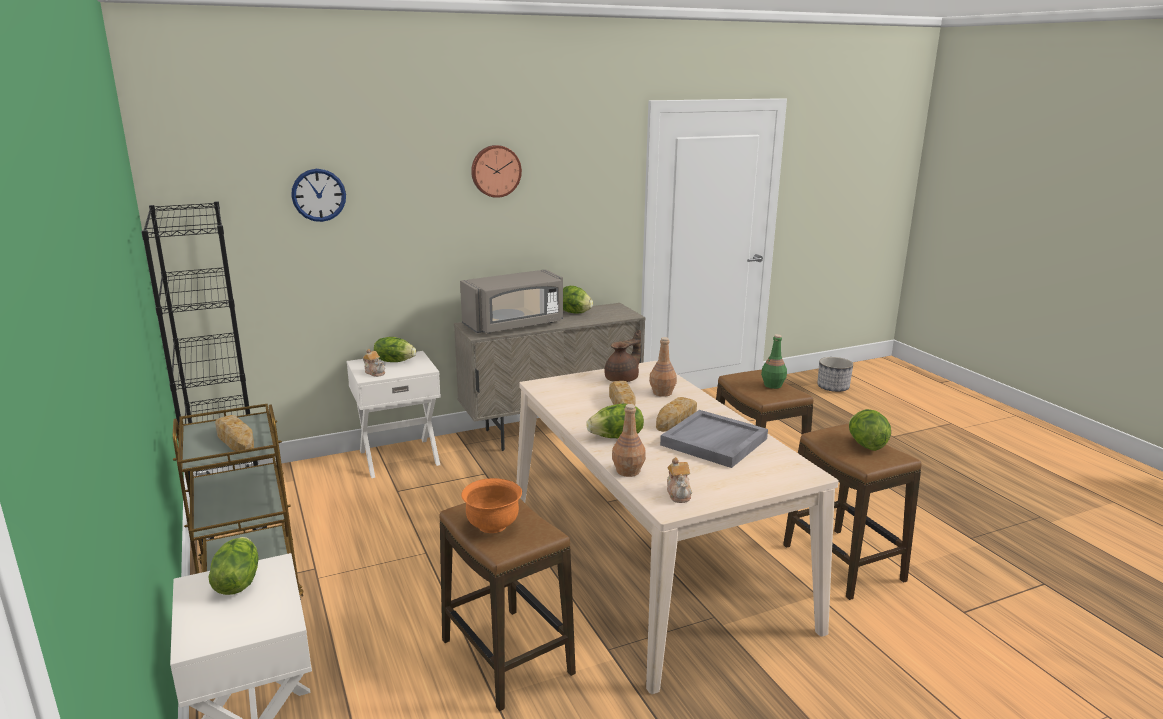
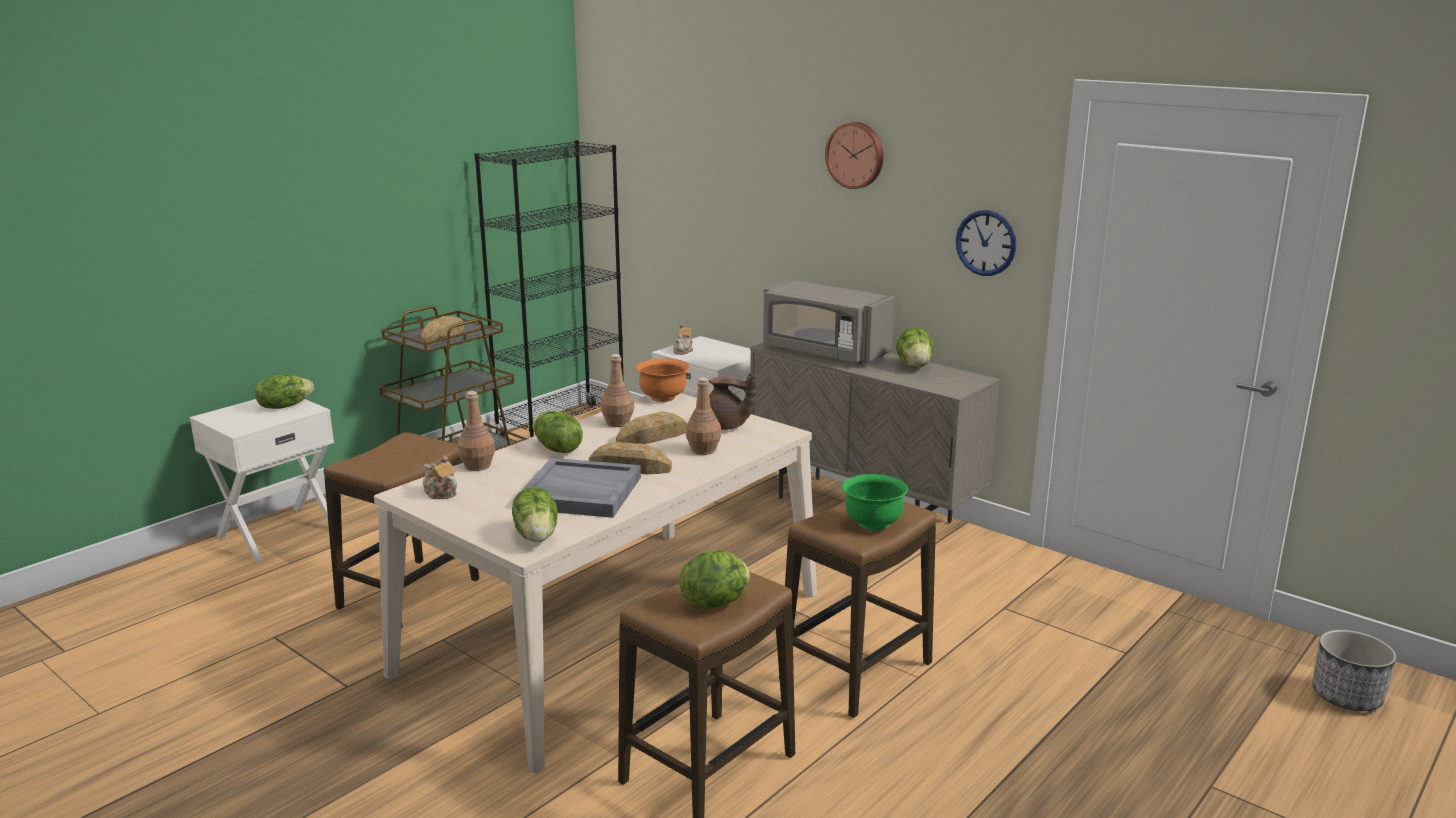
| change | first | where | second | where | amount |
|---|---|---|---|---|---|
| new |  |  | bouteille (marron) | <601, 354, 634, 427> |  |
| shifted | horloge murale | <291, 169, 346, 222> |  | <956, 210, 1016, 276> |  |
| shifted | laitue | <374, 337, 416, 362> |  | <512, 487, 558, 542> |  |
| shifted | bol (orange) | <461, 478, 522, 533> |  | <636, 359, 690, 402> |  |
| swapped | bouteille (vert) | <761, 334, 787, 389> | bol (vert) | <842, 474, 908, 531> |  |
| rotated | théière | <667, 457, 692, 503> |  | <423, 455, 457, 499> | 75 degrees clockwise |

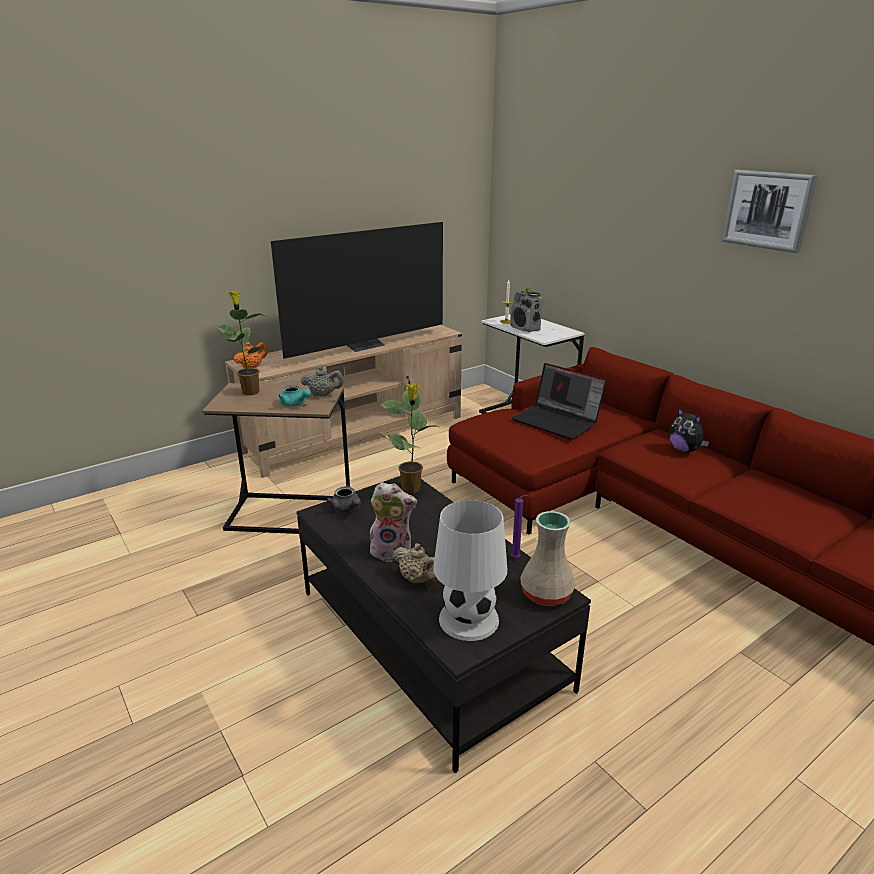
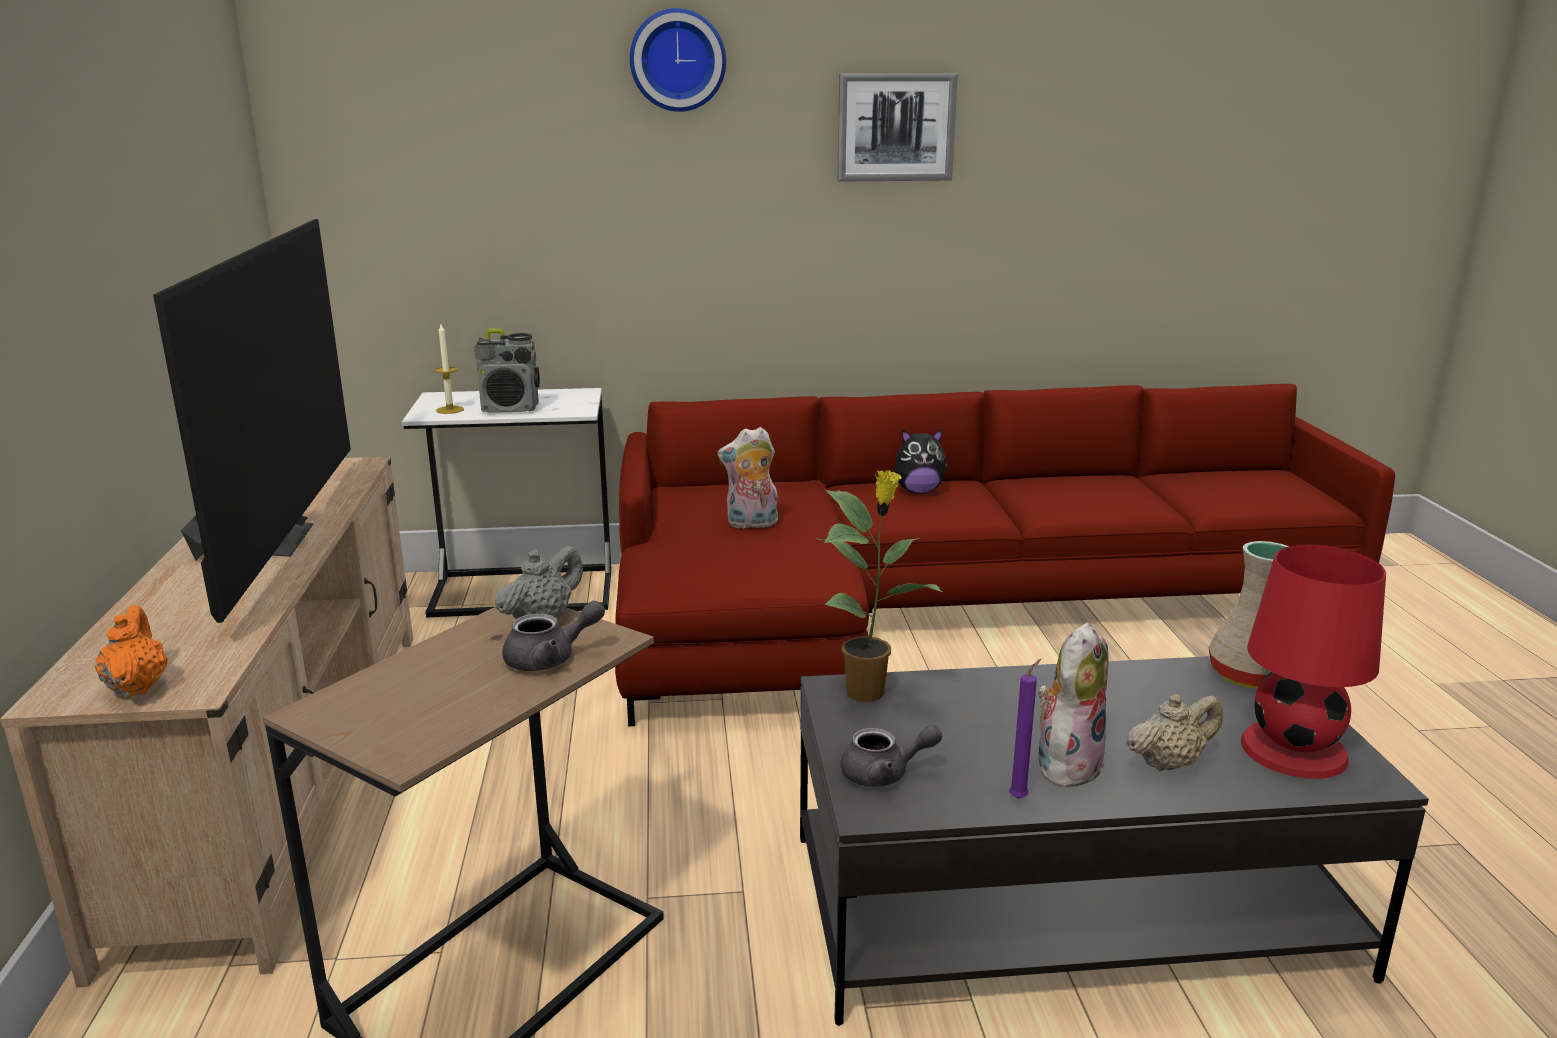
| change | first | where | second | where | amount |
|---|---|---|---|---|---|
| gone | plante en pot | <216, 290, 267, 396> |  |  |  |
| new |  |  | horloge murale | <630, 8, 726, 112> |  |
| shifted | bougie (violet) | <511, 495, 528, 558> |  | <1009, 659, 1041, 799> |  |
| swapped | ordinateur portable | <512, 363, 606, 440> | peluche | <717, 427, 778, 529> |  |
| repainted | théière (turquoise) | <278, 385, 311, 407> | théière (gris) | <502, 601, 605, 671> |  |
| repainted | lampe de table (blanc) | <433, 500, 507, 641> | lampe de table (rouge) | <1241, 545, 1386, 779> |  |

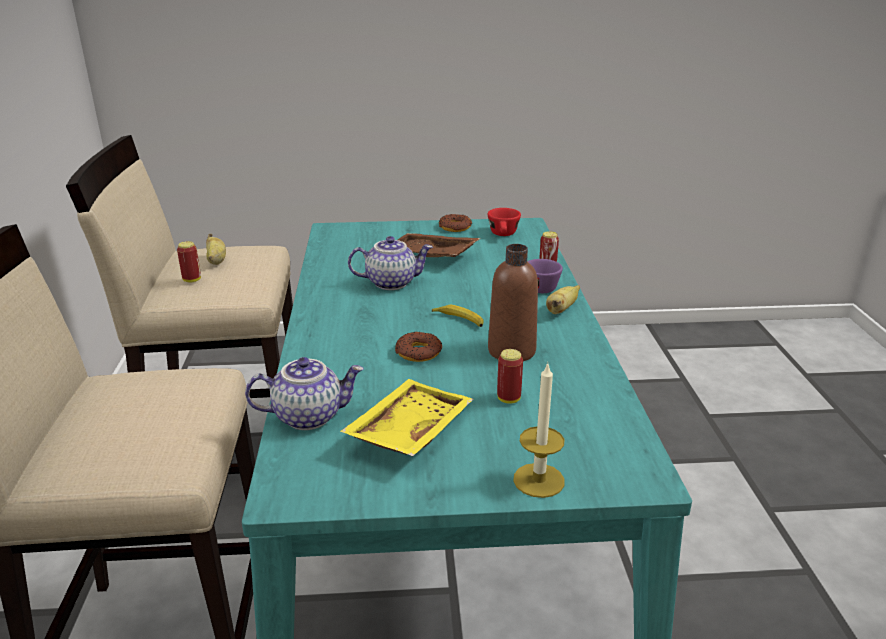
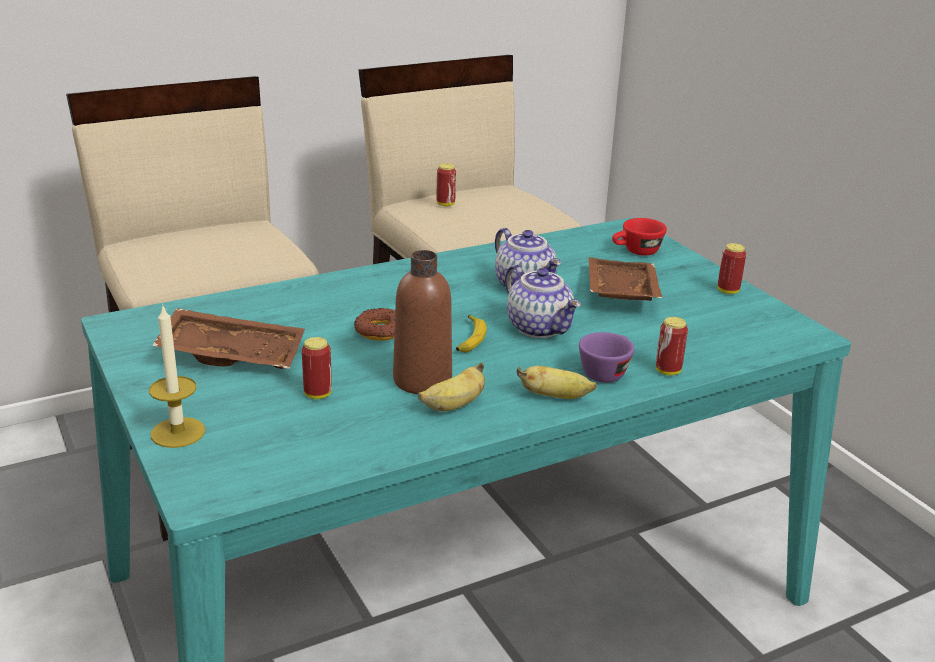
| change | first | where | second | where | amount |
|---|---|---|---|---|---|
| shifted | banane | <206, 234, 226, 265> |  | <418, 362, 485, 411> |  |
| shifted | théière | <245, 357, 364, 430> |  | <505, 264, 581, 338> |  |
| shifted | tasse (rouge) | <488, 208, 521, 236> |  | <612, 218, 667, 256> |  |
| swapped | beignet | <439, 214, 472, 232> | boîte métallique | <718, 243, 746, 294> |  |
| repainted | plateau (jaune) | <340, 379, 474, 456> | plateau (marron) | <152, 308, 305, 369> |  |

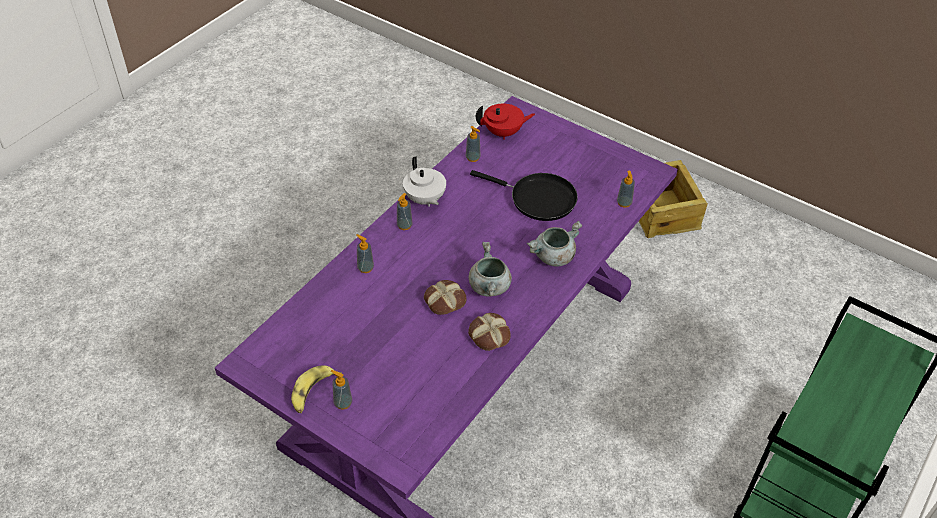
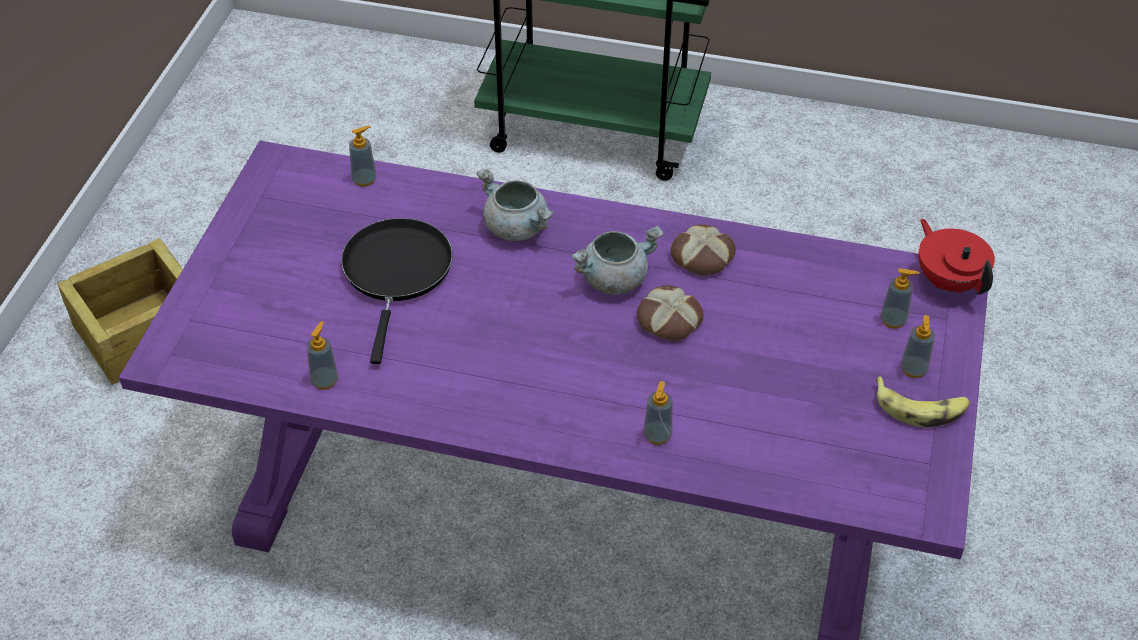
| change | first | where | second | where | amount |
|---|---|---|---|---|---|
| gone | théière (blanc) | <403, 156, 446, 207> |  |  |  |
| shifted | distributeur de savon | <397, 193, 412, 230> |  | <880, 268, 919, 329> |  |
| shifted | théière (rouge) | <476, 104, 535, 140> |  | <919, 219, 995, 294> |  |

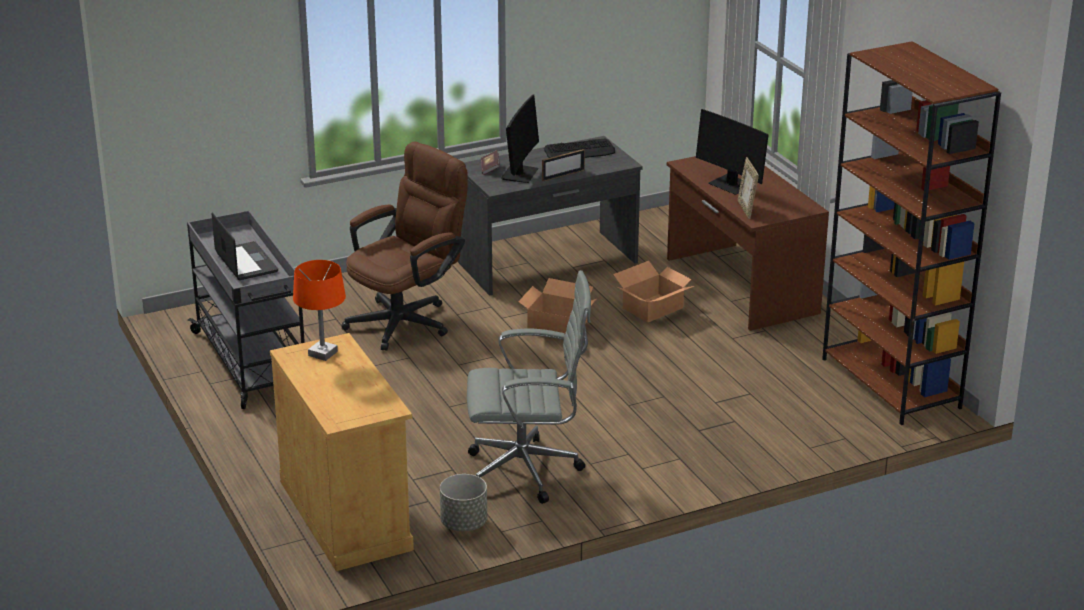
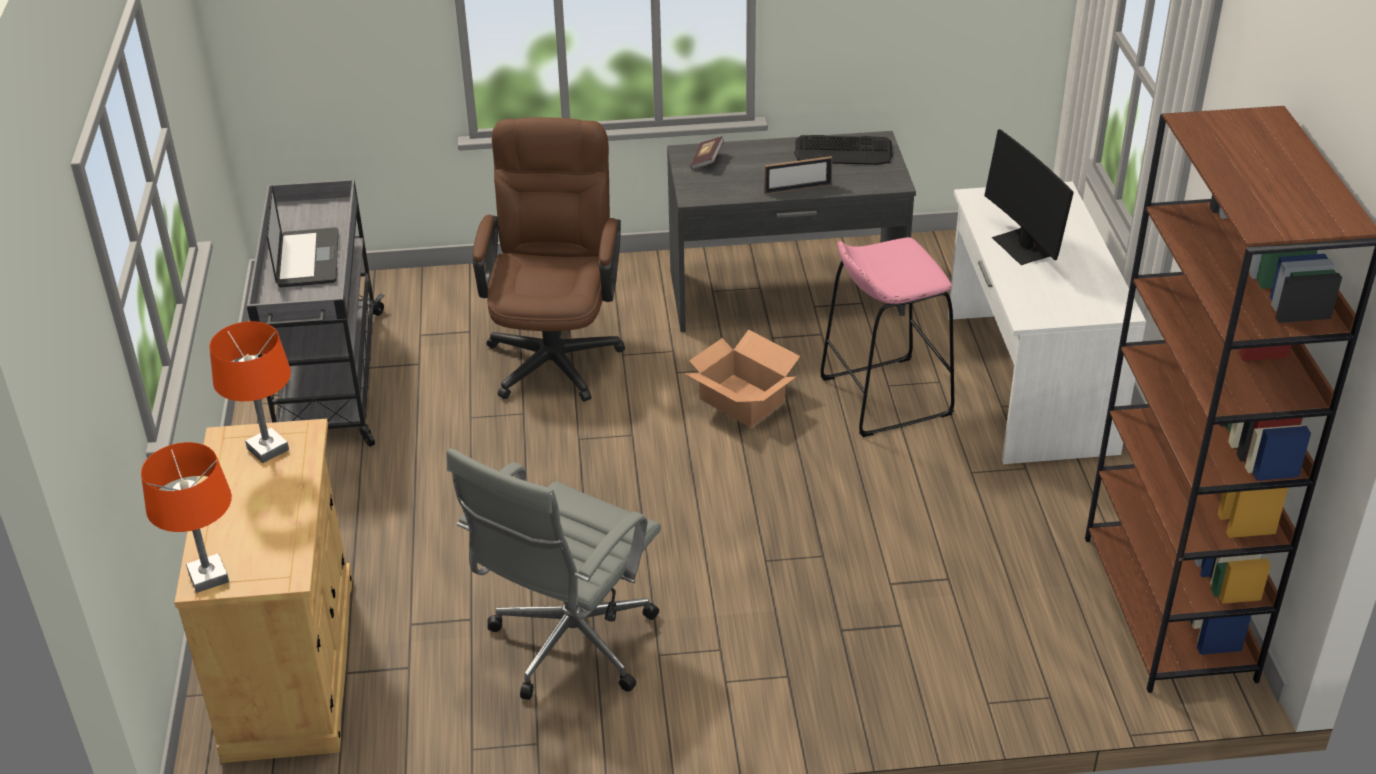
| change | first | where | second | where | amount |
|---|---|---|---|---|---|
| gone | cache-pot (gris) | <440, 474, 487, 531> |  |  |  |
| gone | écran d'ordinateur | <501, 95, 539, 183> |  |  |  |
| gone | cadre photo | <738, 157, 759, 219> |  |  |  |
| new |  |  | lampe de table (orange) | <141, 442, 232, 593> |  |
| swapped | carton | <613, 261, 694, 322> | tabouret (rose) | <821, 237, 954, 437> |  |
| repainted | bureau (marron) | <667, 156, 829, 331> | bureau (blanc) | <948, 182, 1146, 464> |  |
| rotated | chaise de bureau (marron) | <342, 142, 468, 350> |  | <473, 117, 625, 402> | 60 degrees counterclockwise |
| rotated | chaise de bureau (gris) | <467, 270, 591, 504> |  | <447, 448, 661, 700> | 105 degrees clockwise |

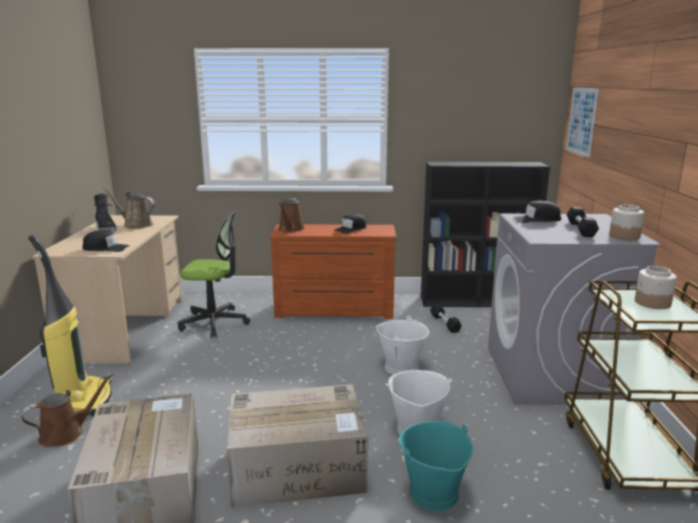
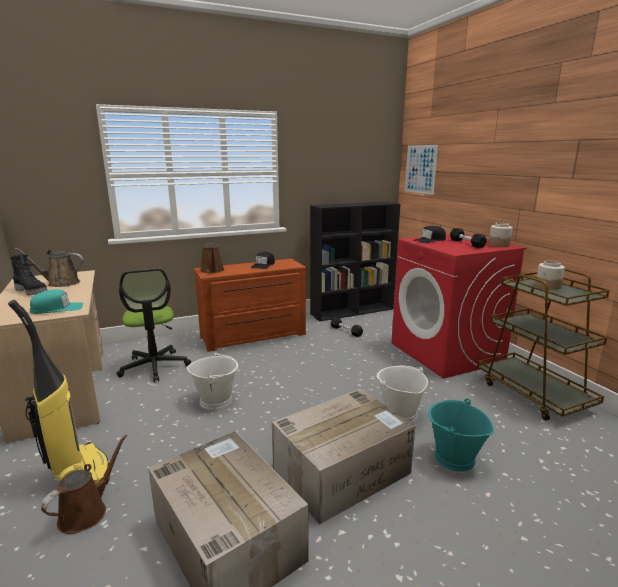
| change | first | where | second | where | amount |
|---|---|---|---|---|---|
| shifted | seau (blanc) | <376, 316, 429, 375> |  | <187, 352, 238, 410> |  |
| repainted | casquette (noir) | <83, 230, 129, 252> | casquette (turquoise) | <30, 289, 83, 314> |  |
| repainted | lave-linge (gris) | <488, 214, 662, 405> | lave-linge (rouge) | <392, 234, 527, 378> |  |
| rotated | chaise de bureau | <178, 211, 250, 338> |  | <116, 269, 191, 382> | 90 degrees clockwise |

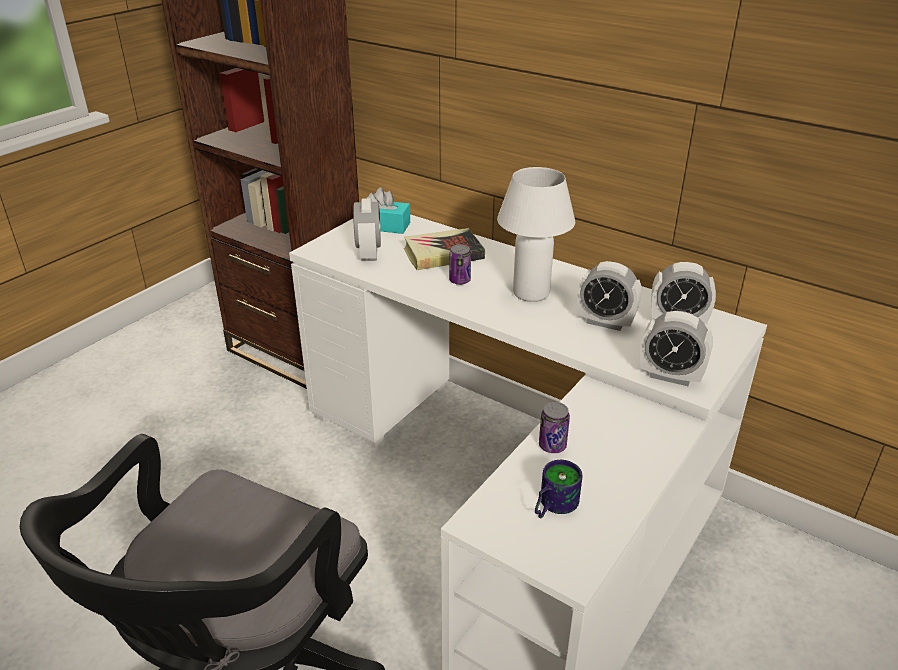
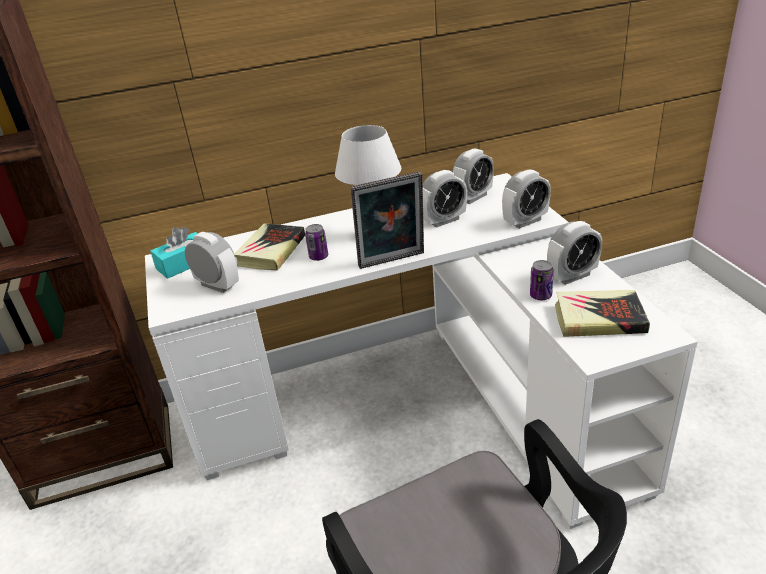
| change | first | where | second | where | amount |
|---|---|---|---|---|---|
| new |  |  | cadre photo | <350, 171, 424, 269> |  |
| new |  |  | réveil | <547, 221, 602, 285> |  |
| swapped | mug | <535, 460, 582, 518> | livre | <555, 290, 650, 337> |  |

